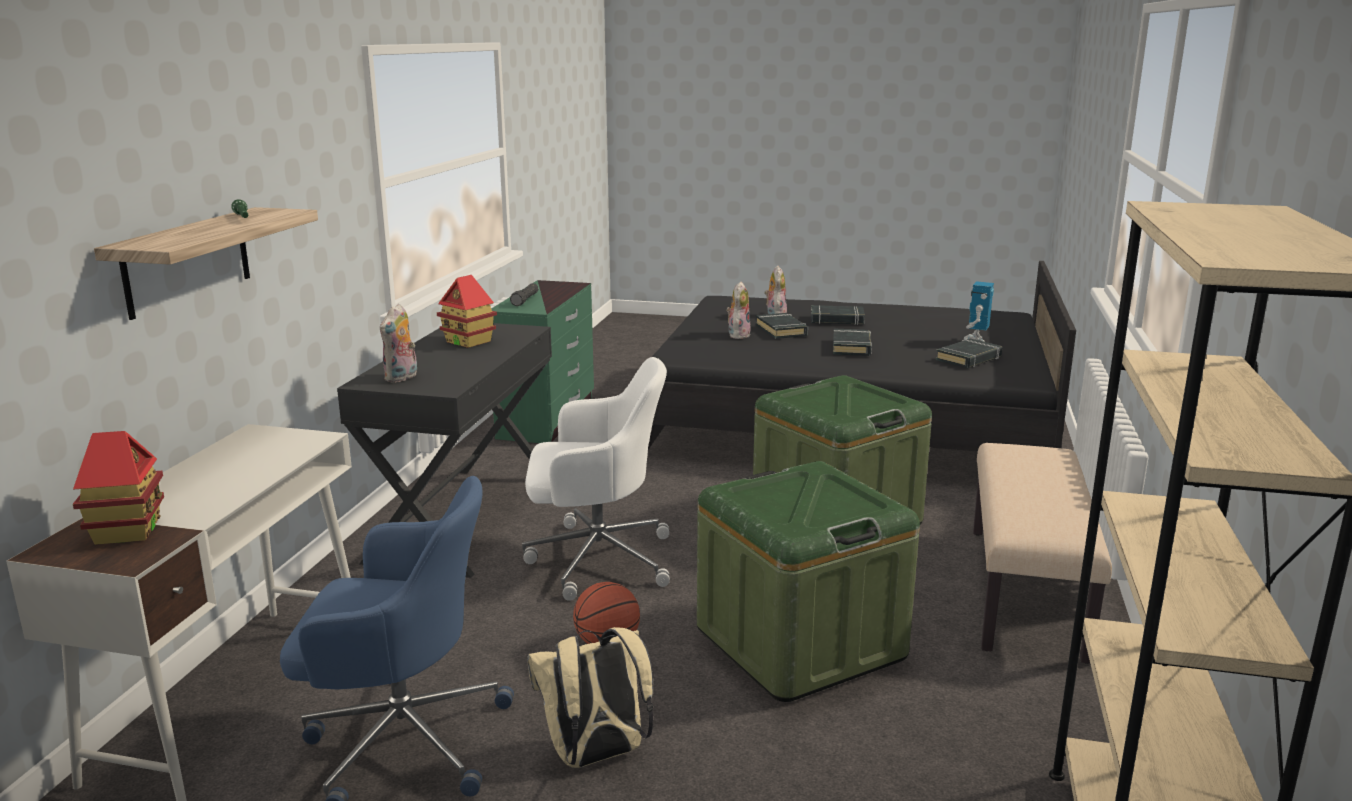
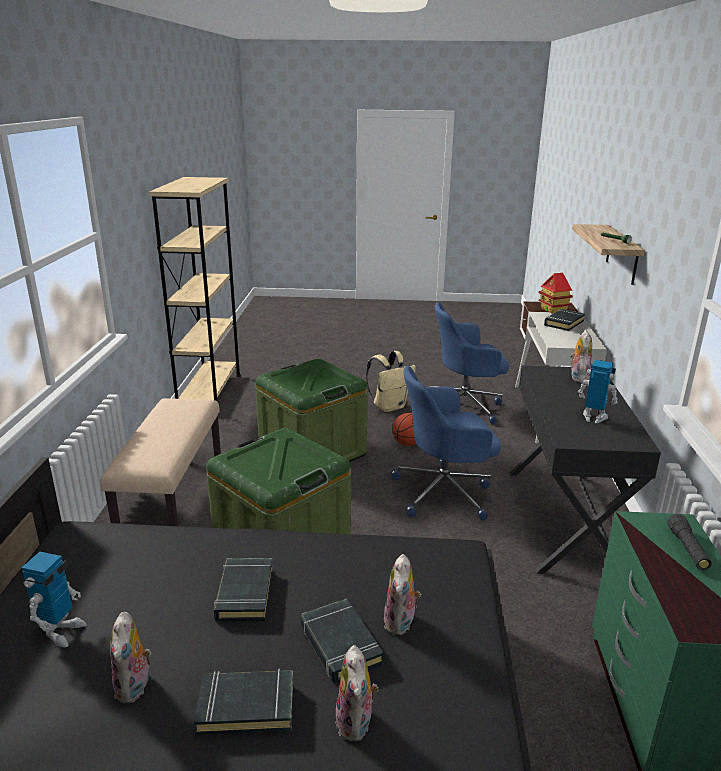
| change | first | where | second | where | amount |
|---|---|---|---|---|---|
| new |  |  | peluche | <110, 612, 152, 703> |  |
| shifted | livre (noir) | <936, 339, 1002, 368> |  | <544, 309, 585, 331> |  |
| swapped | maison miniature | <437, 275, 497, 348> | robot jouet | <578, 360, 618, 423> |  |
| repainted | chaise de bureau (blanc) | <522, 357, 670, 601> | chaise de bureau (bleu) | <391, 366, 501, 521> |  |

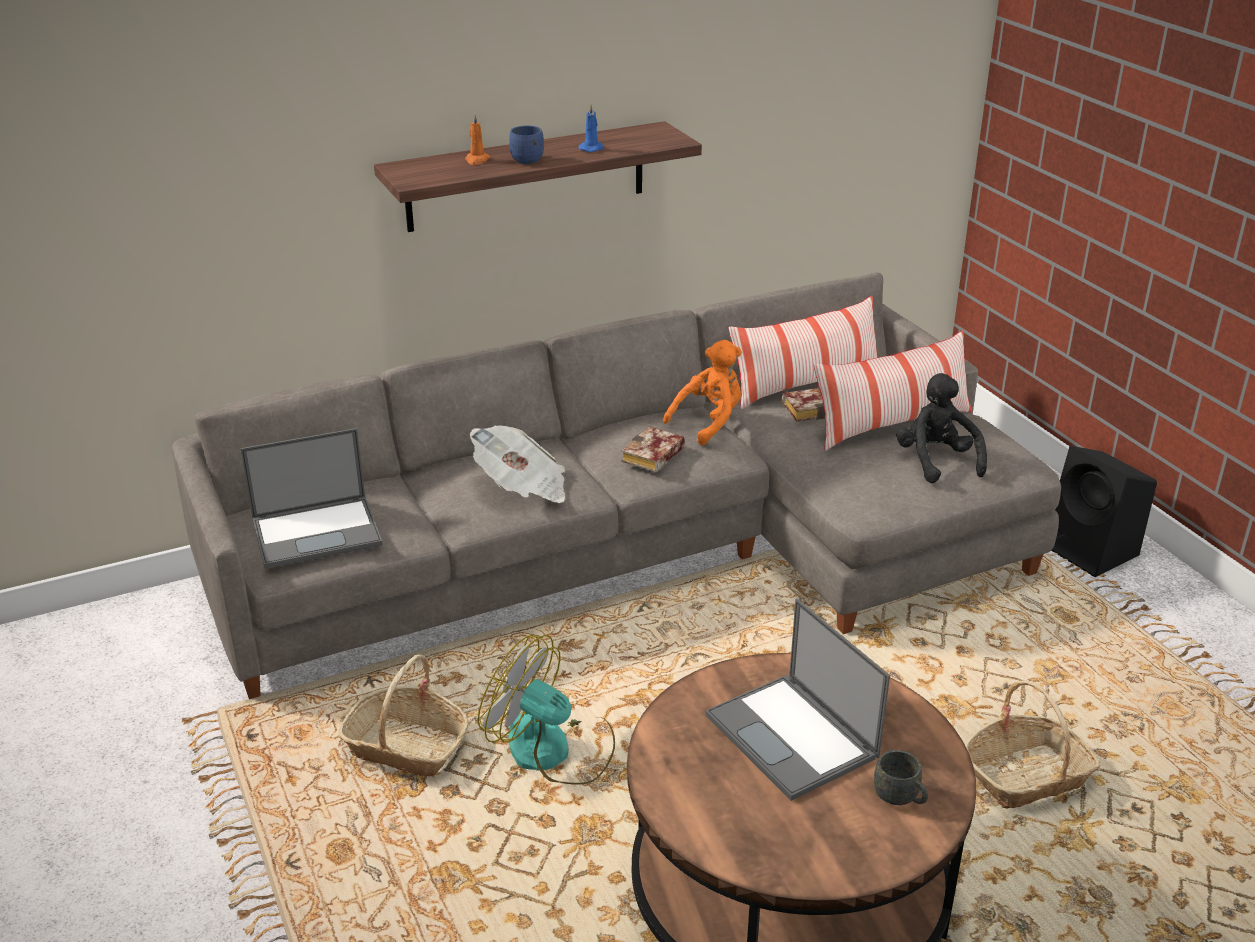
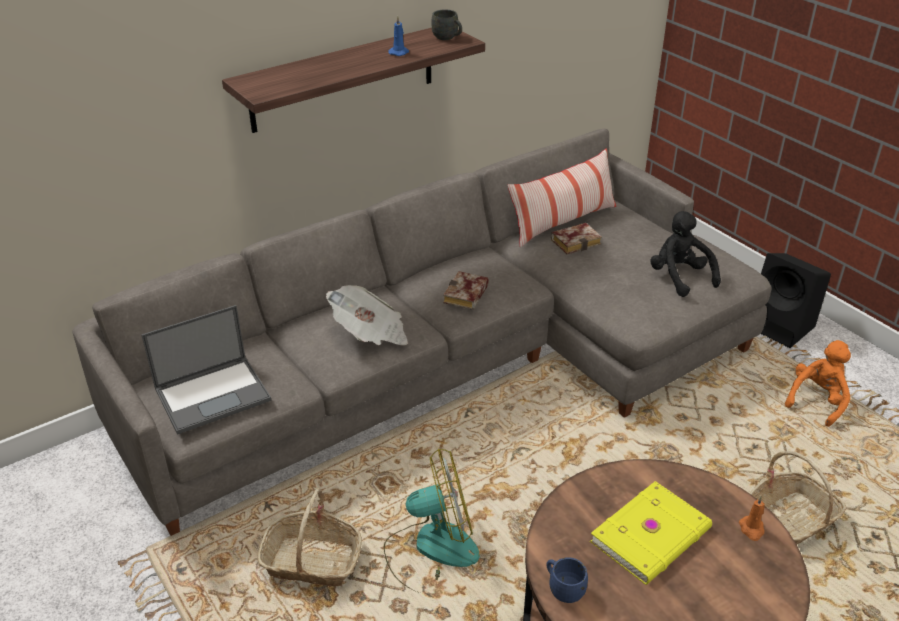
| change | first | where | second | where | amount |
|---|---|---|---|---|---|
| gone | coussin | <814, 331, 972, 451> |  |  |  |
| shifted | bougie (orange) | <465, 114, 491, 165> |  | <739, 496, 765, 541> |  |
| shifted | mug (bleu) | <509, 125, 544, 164> |  | <547, 557, 588, 603> |  |
| shifted | peluche (orange) | <663, 340, 742, 446> |  | <785, 340, 851, 427> |  |
| shifted | mug (gris) | <874, 750, 928, 805> |  | <431, 9, 462, 40> |  |
| swapped | ordinateur portable | <705, 599, 890, 801> | livre (jaune) | <590, 481, 712, 585> |  |
| rotated | ventilateur | <478, 635, 615, 784> |  | <384, 449, 480, 593> | 150 degrees clockwise |

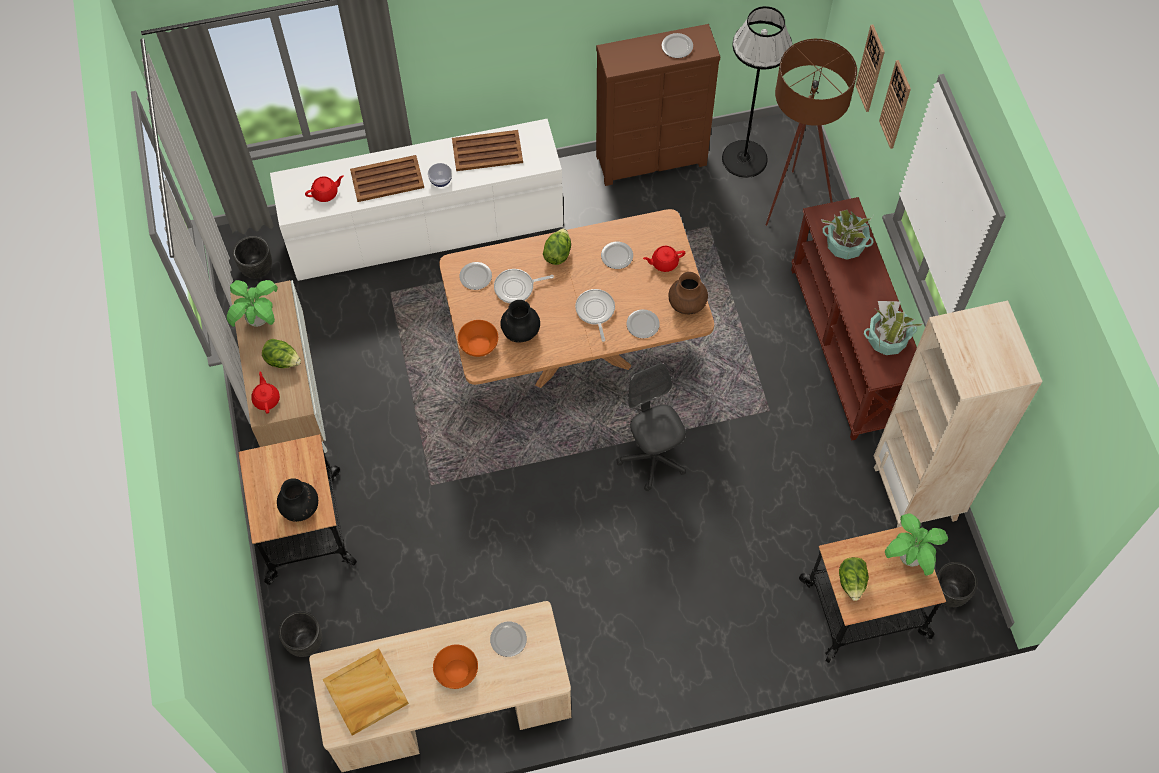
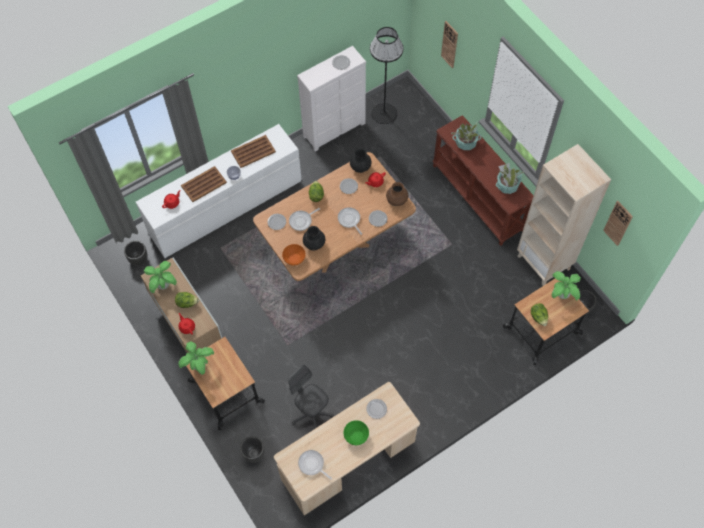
| change | first | where | second | where | amount |
|---|---|---|---|---|---|
| gone | lampadaire (marron) | <766, 39, 857, 226> |  |  |  |
| new |  |  | plante en pot | <178, 341, 214, 375> |  |
| shifted | vase (noir) | <277, 478, 318, 522> |  | <350, 148, 371, 173> |  |
| shifted | chaise de bureau (gris) | <617, 363, 686, 491> |  | <288, 365, 334, 429> |  |
| shifted | horloge murale | <879, 60, 911, 149> |  | <603, 201, 633, 246> |  |
| swapped | plateau (beige) | <322, 648, 409, 736> | poêle | <298, 450, 332, 480> |  |
| repainted | bol (orange) | <433, 645, 478, 689> | bol (vert) | <343, 420, 369, 445> |  |
| repainted | commode (marron) | <596, 24, 721, 186> | commode (blanc) | <297, 46, 366, 152> |  |

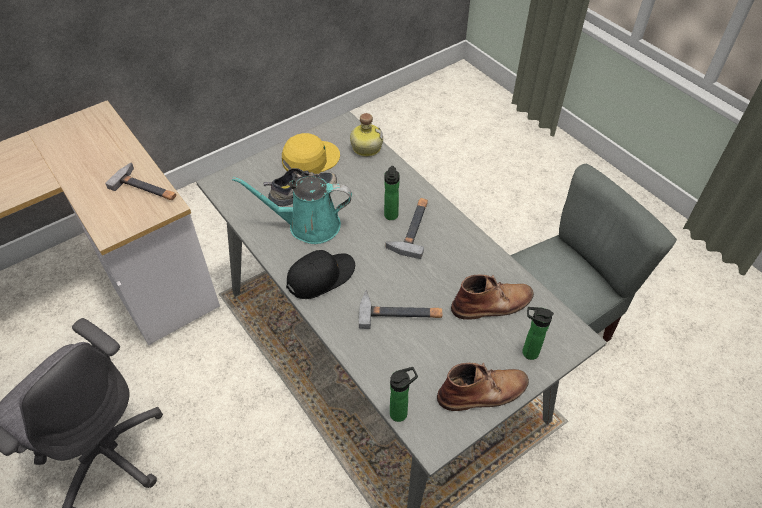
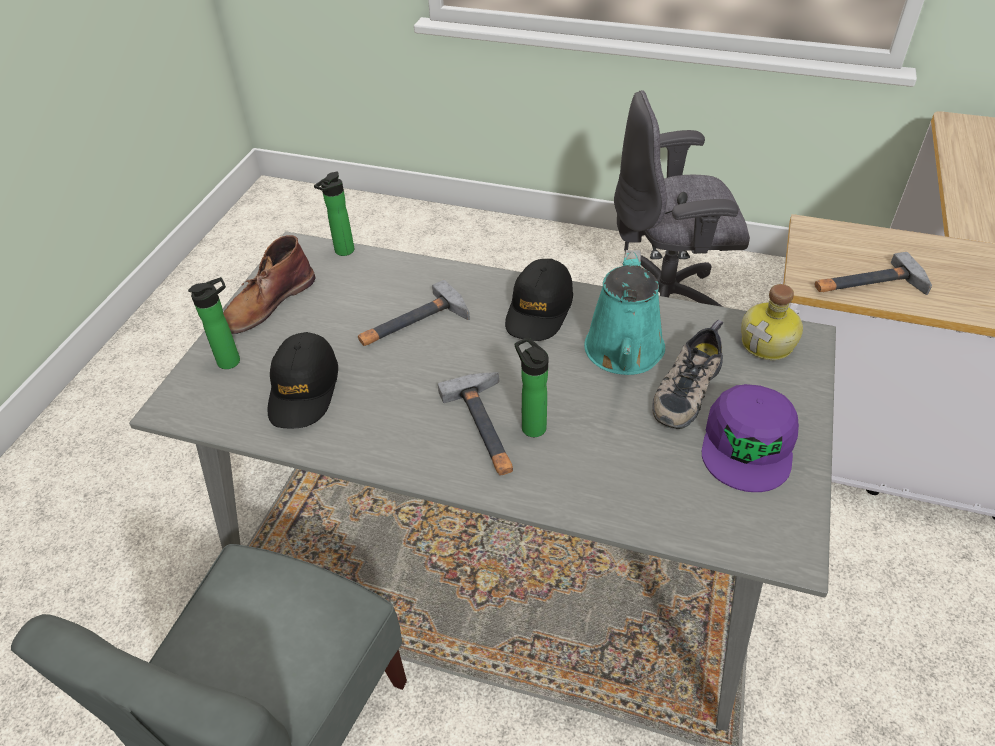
| change | first | where | second | where | amount |
|---|---|---|---|---|---|
| shifted | bouteille | <350, 113, 383, 157> |  | <741, 284, 803, 360> |  |
| swapped | botte (marron) | <451, 274, 534, 320> | casquette (noir) | <268, 332, 338, 428> |  |
| repainted | casquette (jaune) | <282, 133, 340, 174> | casquette (violet) | <702, 384, 799, 492> |  |
| rotated | arrosoir (turquoise) | <232, 176, 352, 244> |  | <584, 250, 665, 375> | 135 degrees clockwise |

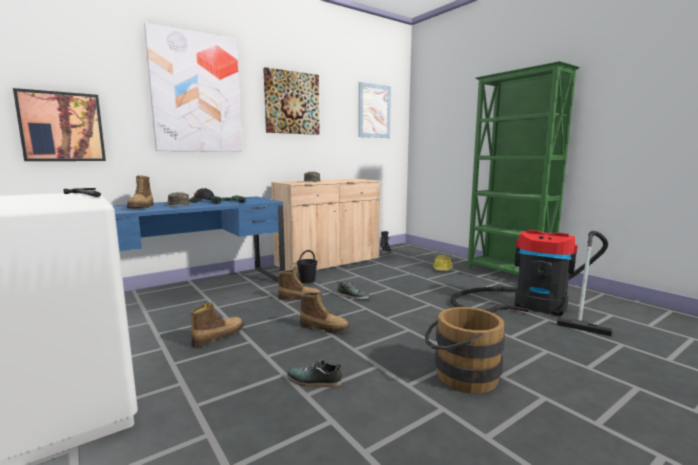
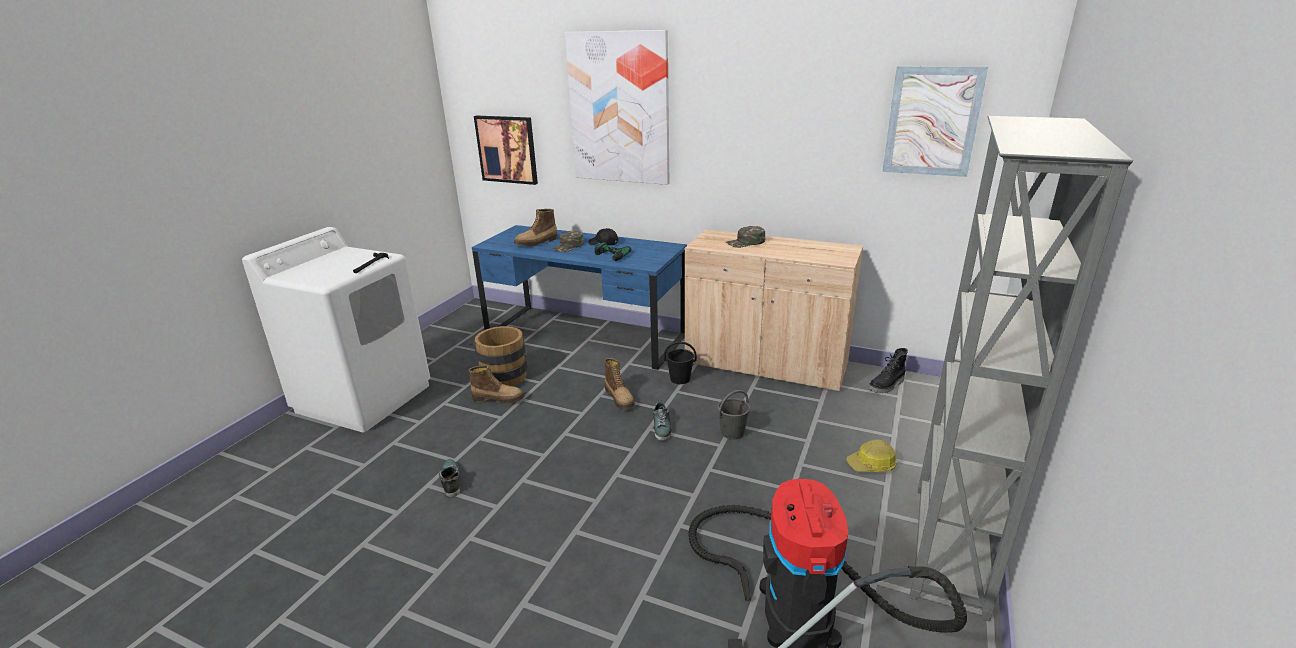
| change | first | where | second | where | amount |
|---|---|---|---|---|---|
| gone | tableau | <263, 67, 320, 135> |  |  |  |
| gone | botte | <300, 292, 350, 333> |  |  |  |
| new |  |  | seau (gris) | <717, 390, 750, 440> |  |
| shifted | seau (marron) | <425, 307, 505, 393> |  | <469, 326, 528, 386> |  |
| repainted | bibliothèque (vert) | <467, 61, 580, 275> | bibliothèque (gris) | <910, 116, 1133, 622> |  |

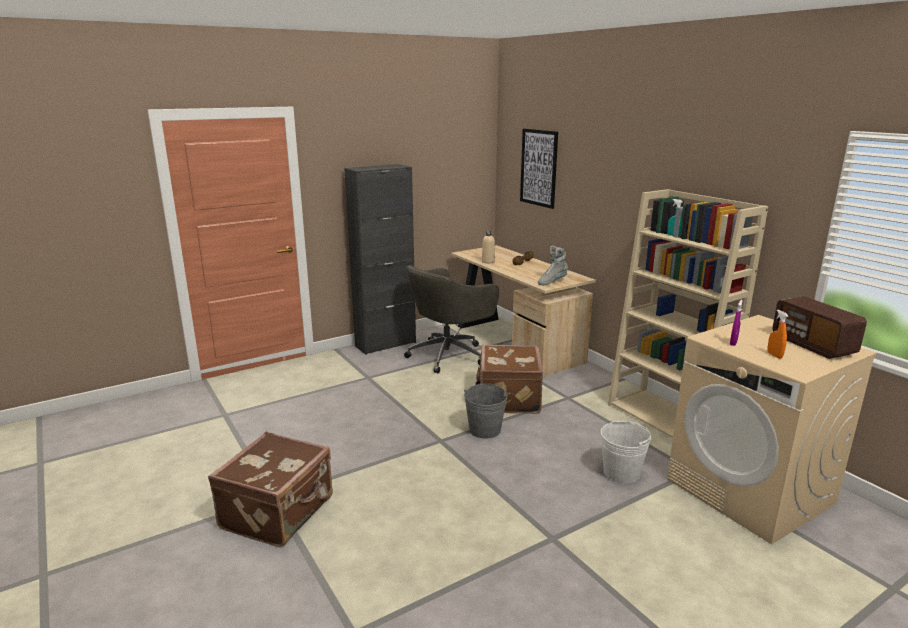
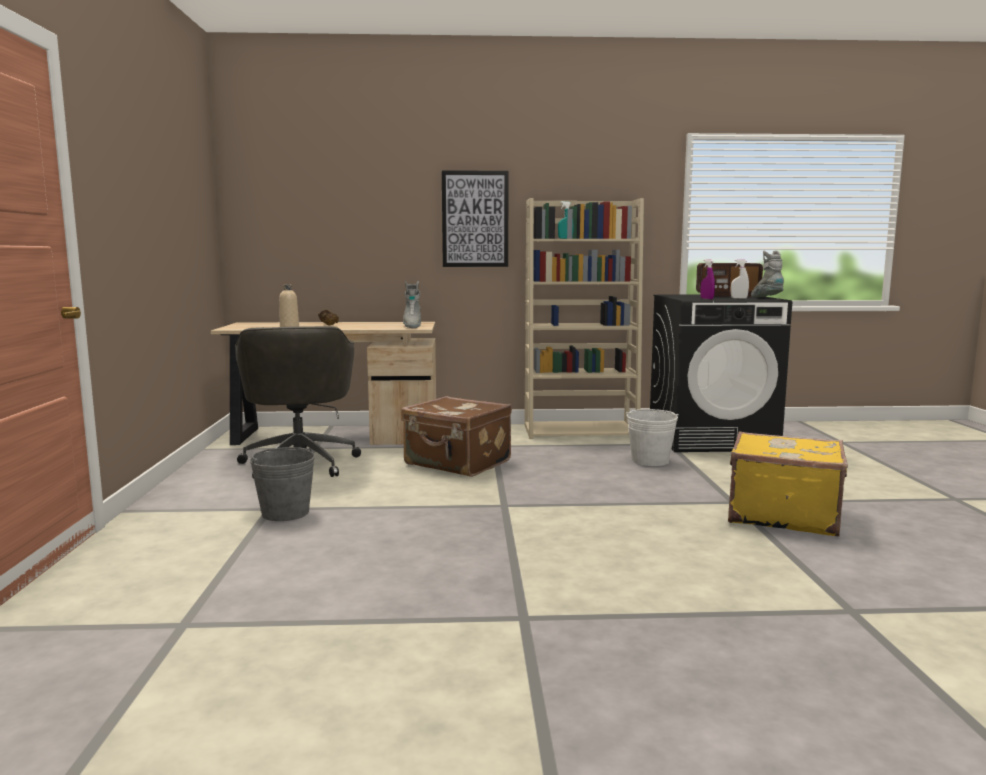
| change | first | where | second | where | amount |
|---|---|---|---|---|---|
| gone | valise (marron) | <208, 432, 333, 547> |  |  |  |
| gone | meuble de rangement (noir) | <344, 164, 416, 355> |  |  |  |
| new |  |  | valise (jaune) | <728, 431, 848, 537> |  |
| new |  |  | botte (gris) | <751, 251, 784, 297> |  |
| shifted | seau (gris) | <464, 384, 508, 439> |  | <250, 447, 315, 521> |  |
| shifted | tableau | <520, 128, 558, 209> |  | <442, 170, 509, 267> |  |
| repainted | lave-linge (beige) | <667, 315, 877, 544> | lave-linge (noir) | <650, 295, 792, 452> |  |
| repainted | vaporisateur (orange) | <767, 310, 788, 359> | vaporisateur (blanc) | <731, 259, 749, 299> |  |

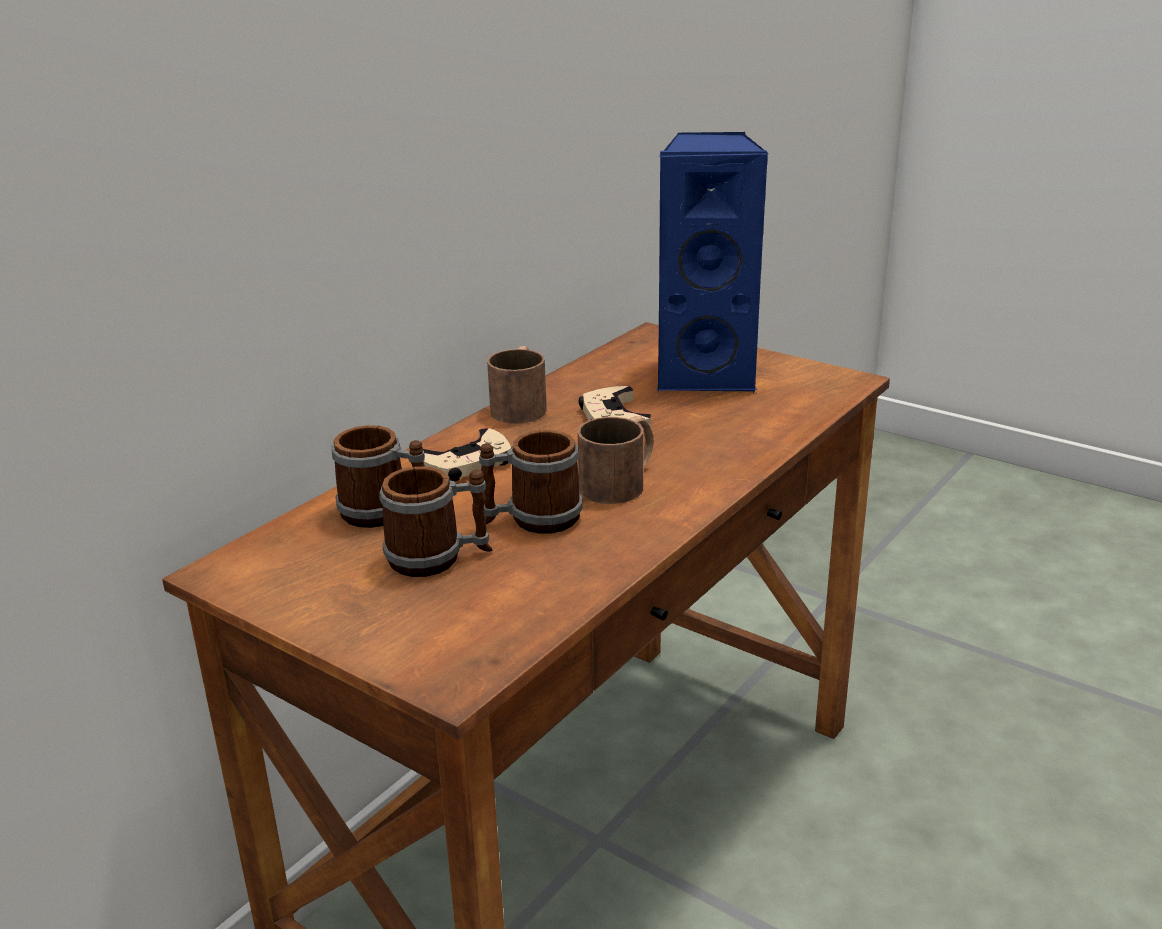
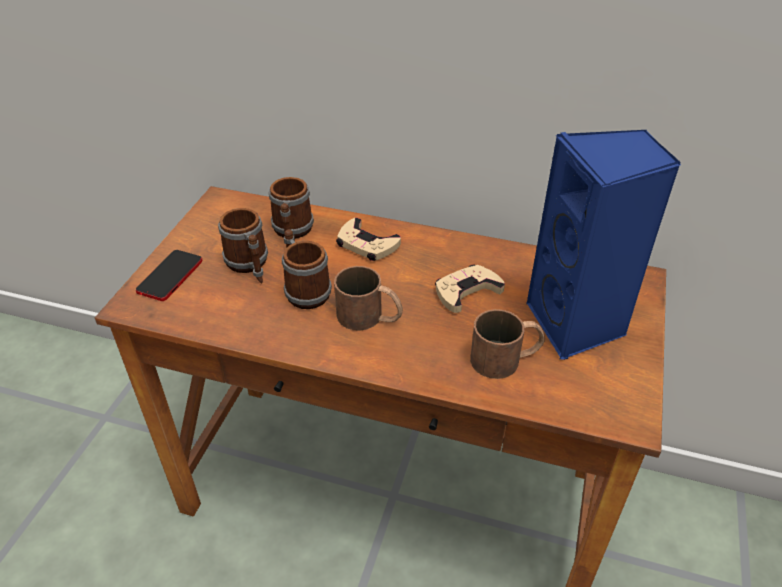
| change | first | where | second | where | amount |
|---|---|---|---|---|---|
| new |  |  | téléphone | <136, 250, 202, 301> |  |
| shifted | mug (marron) | <487, 346, 547, 424> |  | <470, 309, 545, 379> |  |

